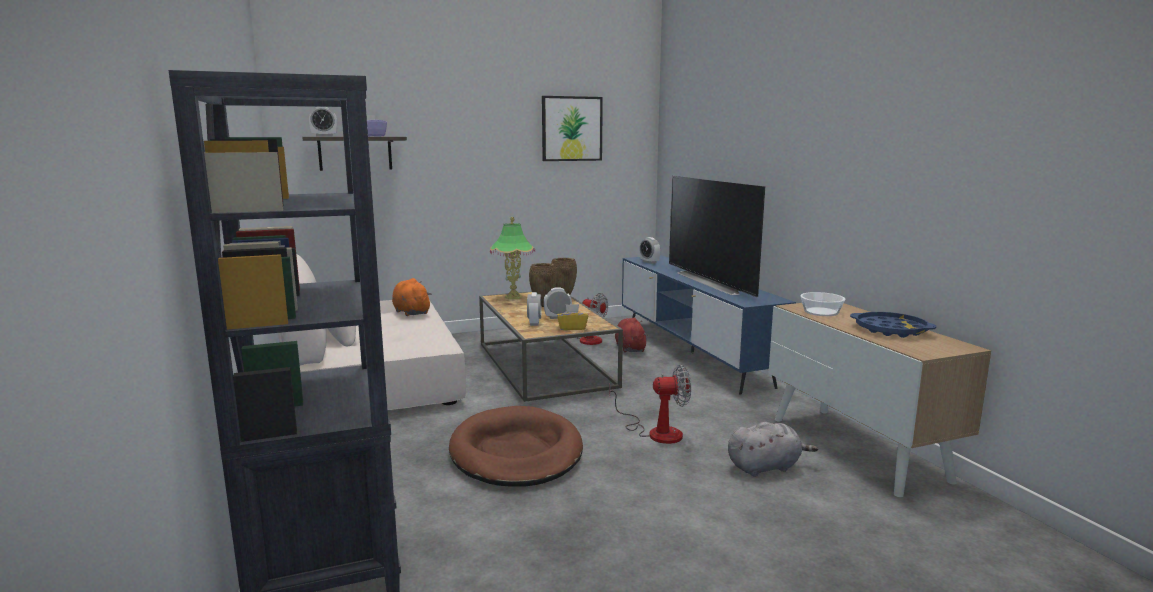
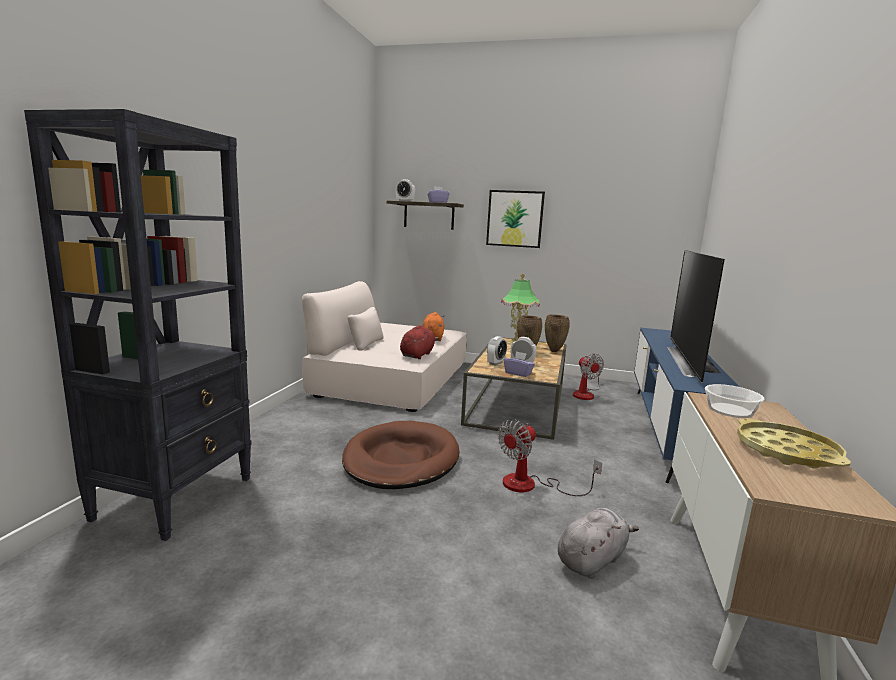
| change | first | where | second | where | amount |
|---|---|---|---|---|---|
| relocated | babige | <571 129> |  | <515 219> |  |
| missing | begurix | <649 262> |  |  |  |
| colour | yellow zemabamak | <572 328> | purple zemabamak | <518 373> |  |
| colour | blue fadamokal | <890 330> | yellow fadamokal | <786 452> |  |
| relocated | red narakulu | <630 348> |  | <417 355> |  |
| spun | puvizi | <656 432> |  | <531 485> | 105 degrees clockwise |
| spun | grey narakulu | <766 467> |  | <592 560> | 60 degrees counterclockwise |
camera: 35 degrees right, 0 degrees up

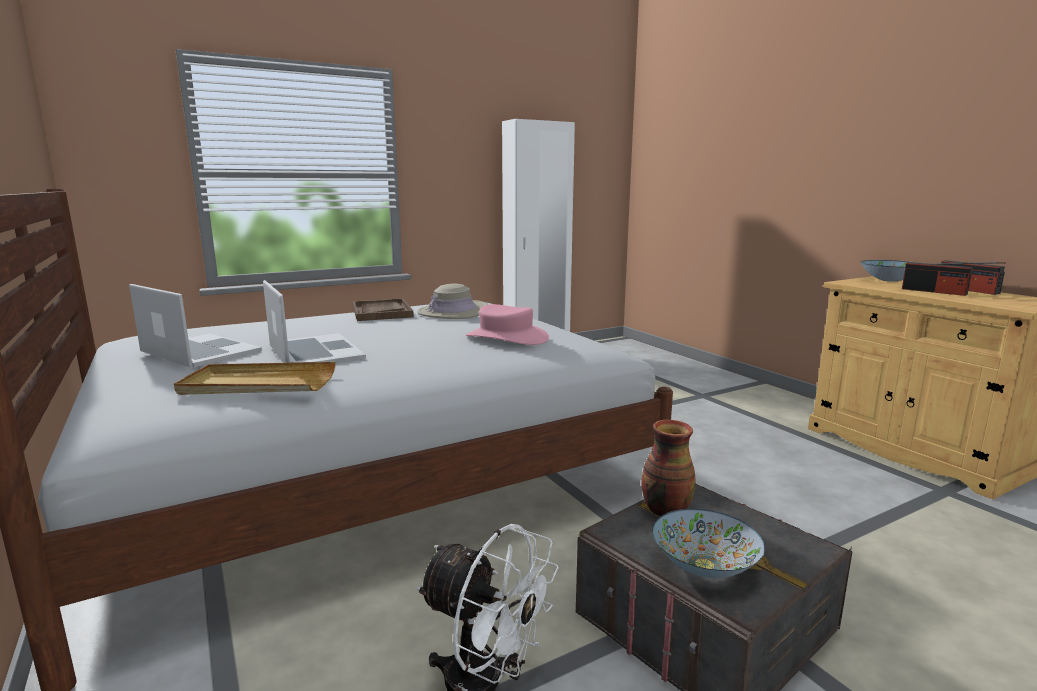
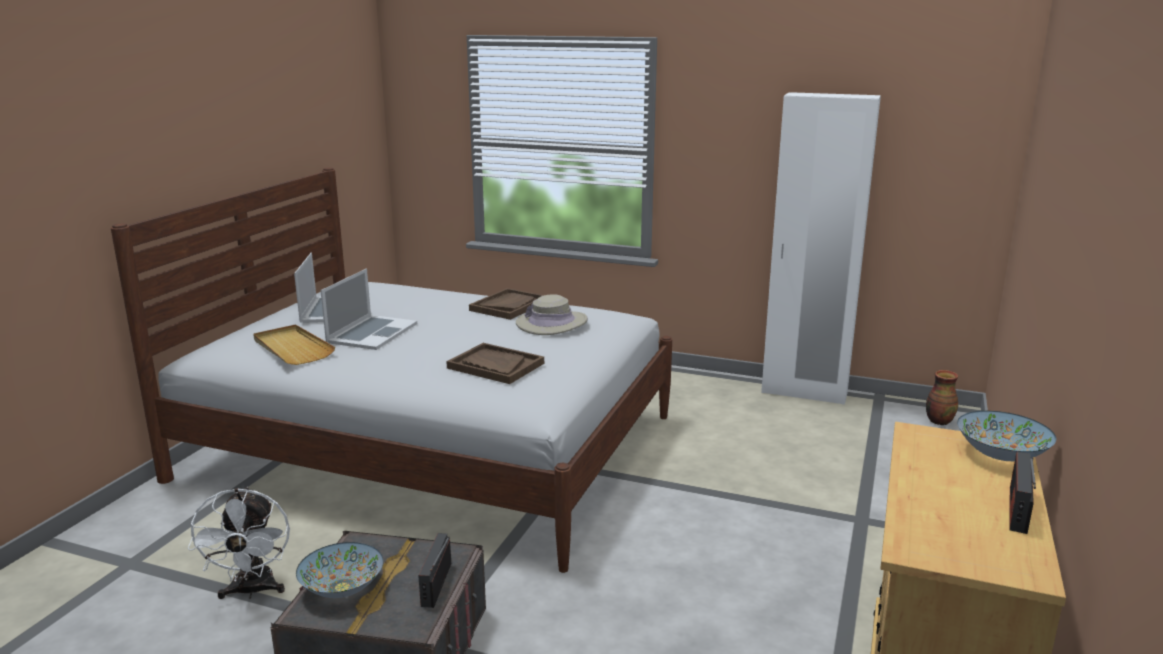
| change | first | where | second | where | amount |
|---|---|---|---|---|---|
| relocated | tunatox | <934 291> |  | <436 584> |  |
| exchanged | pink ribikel | <506 338> | brown fadamokal | <495 366> |  |
| relocated | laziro | <664 510> |  | <938 421> |  |
camera: 50 degrees right, 5 degrees up

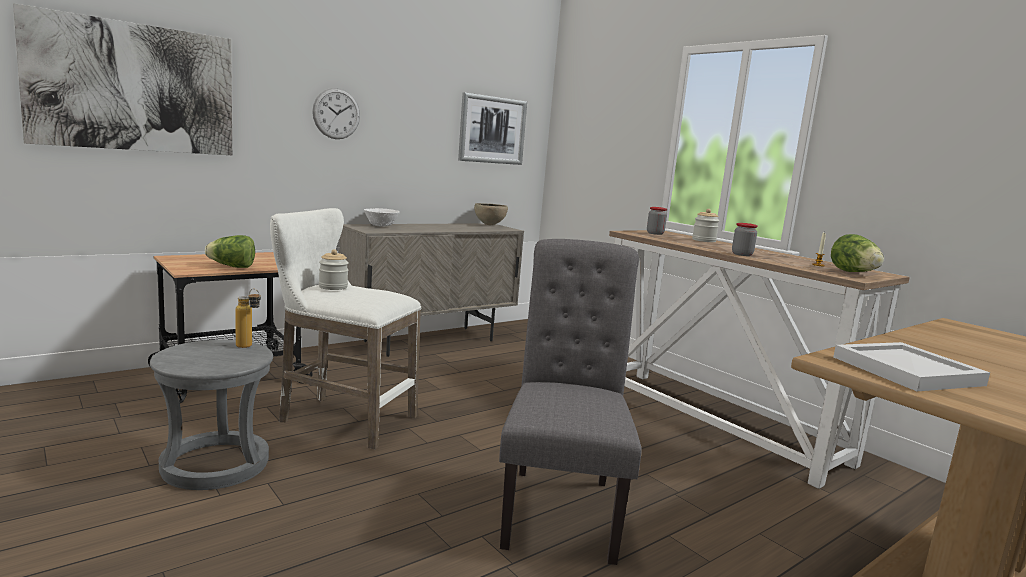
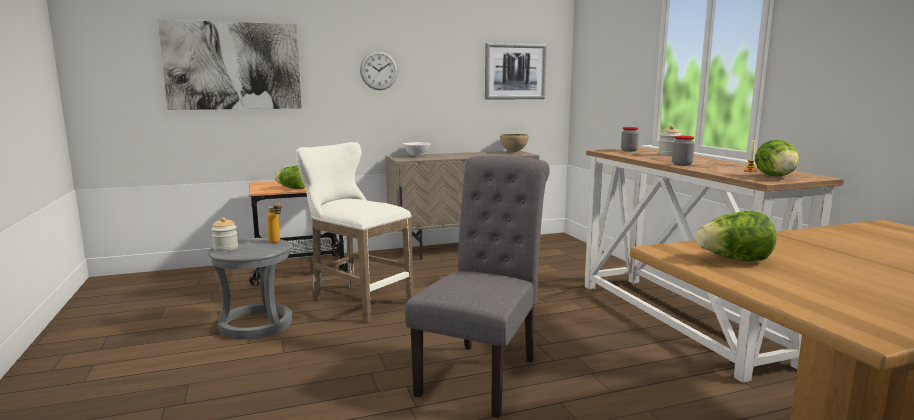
| change | first | where | second | where | amount |
|---|---|---|---|---|---|
| relocated | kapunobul | <333 287> |  | <225 248> |  |
| exchanged | white fadamokal | <909 371> | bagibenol | <734 260> |  |
camera: 20 degrees right, 0 degrees up

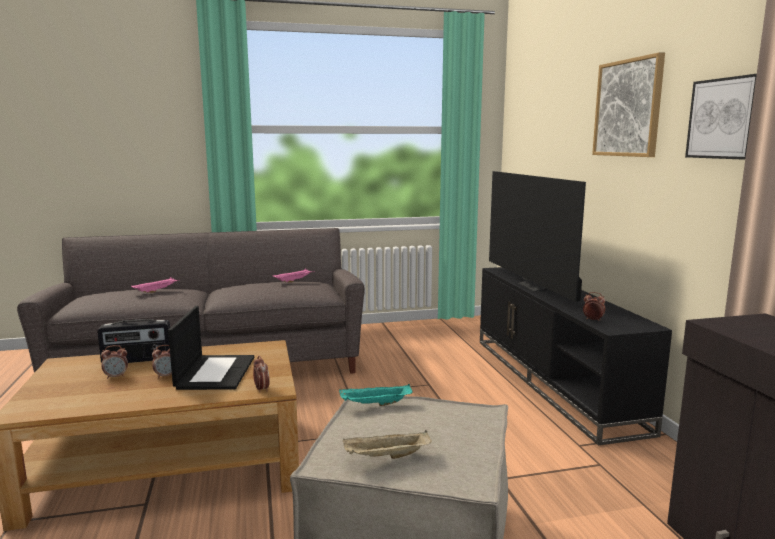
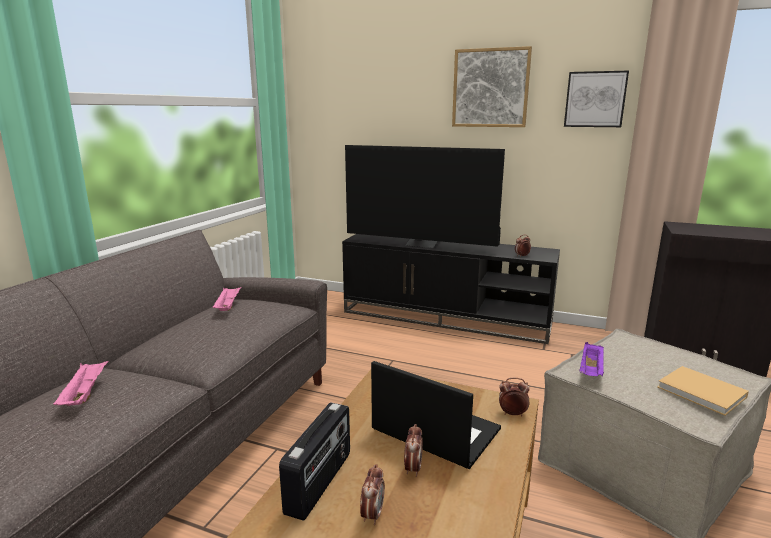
| change | first | where | second | where | amount |
|---|---|---|---|---|---|
| colour | turquoise fadamokal | <375 404> | purple fadamokal | <591 370> |  |
| exchanged | beige fadamokal | <386 457> | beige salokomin | <703 393> |  |
camera: 55 degrees left, 5 degrees up

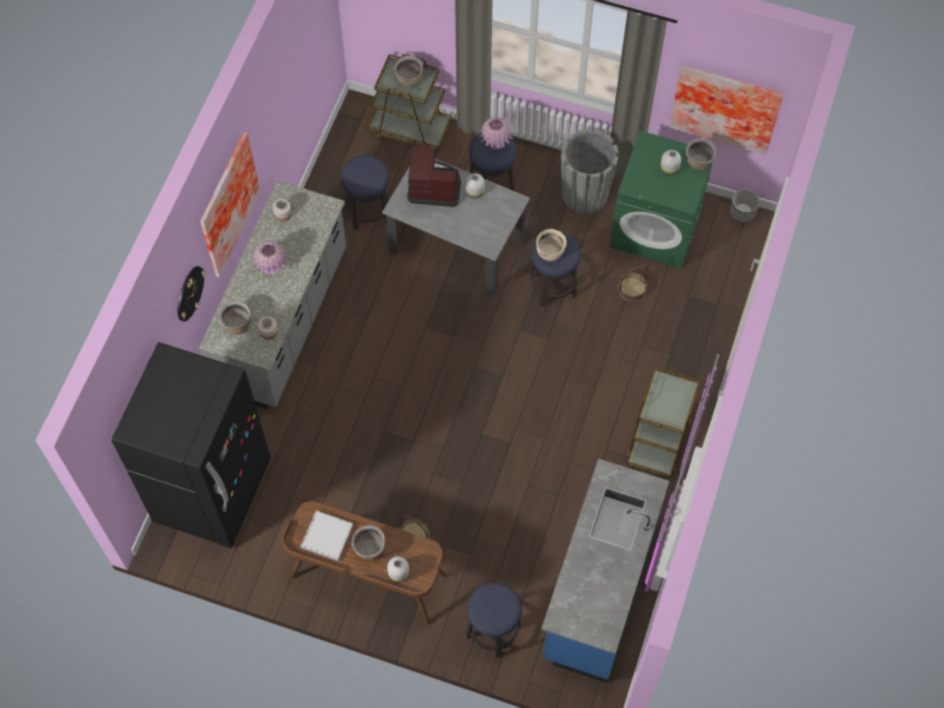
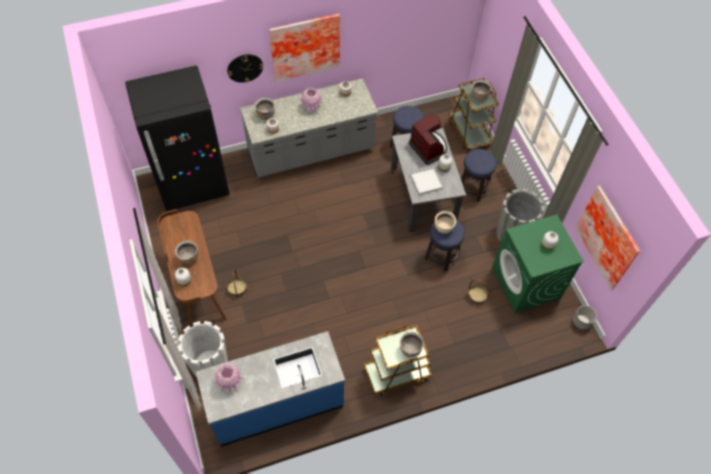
| change | first | where | second | where | amount |
|---|---|---|---|---|---|
| relocated | pink laziro | <495 142> |  | <229 381> |  |
| relocated | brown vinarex | <698 162> |  | <410 349> |  |
| relocated | white fadamokal | <327 536> |  | <426 182> |  |
| exchanged | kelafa | <493 631> | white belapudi | <210 364> |  |
camera: 50 degrees right, 5 degrees down

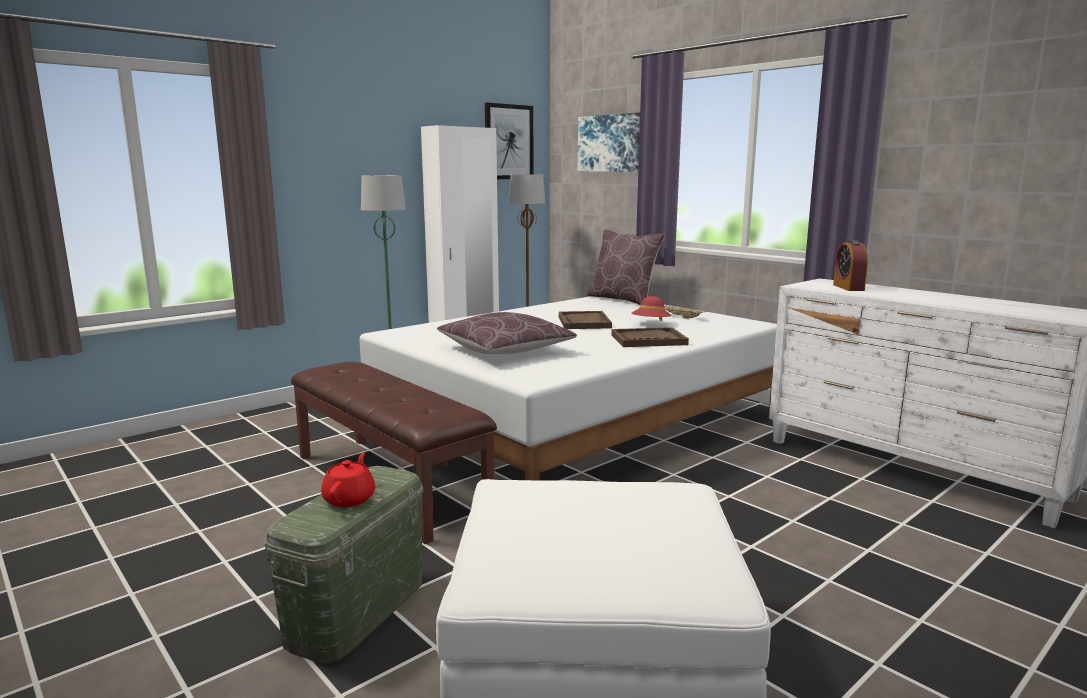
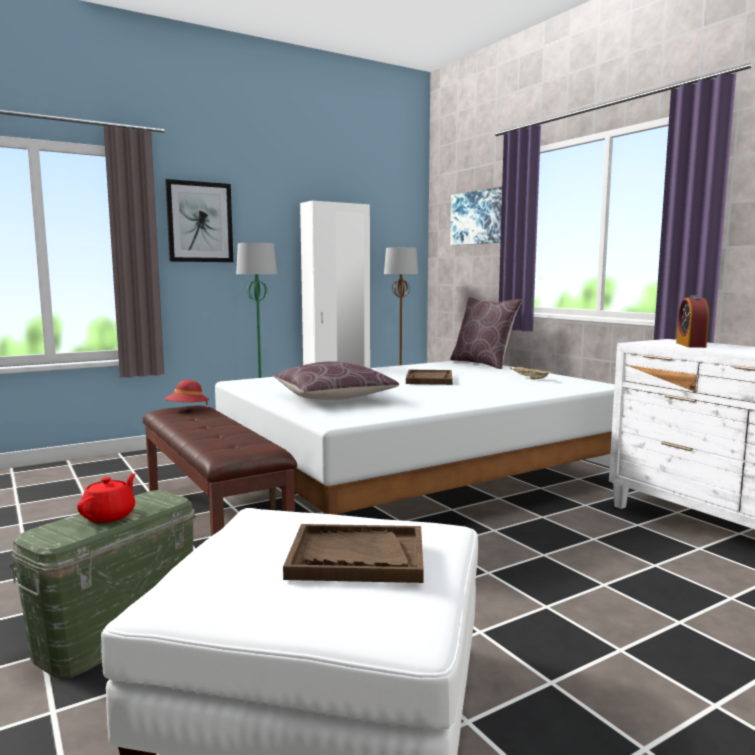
| change | first | where | second | where | amount |
|---|---|---|---|---|---|
| relocated | babige | <508 142> |  | <199 222> |  |
| relocated | red ribikel | <651 324> |  | <187 409> |  |
| relocated | brown fadamokal | <648 340> |  | <356 557> |  |
camera: 10 degrees right, 5 degrees down

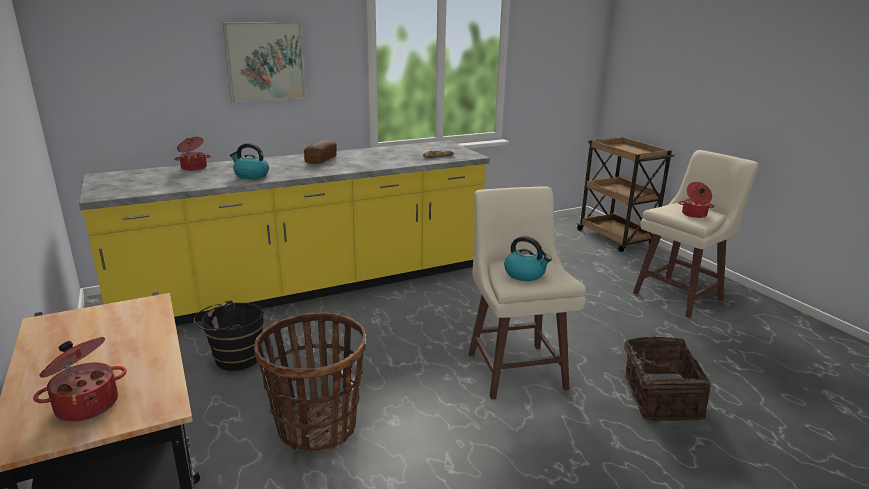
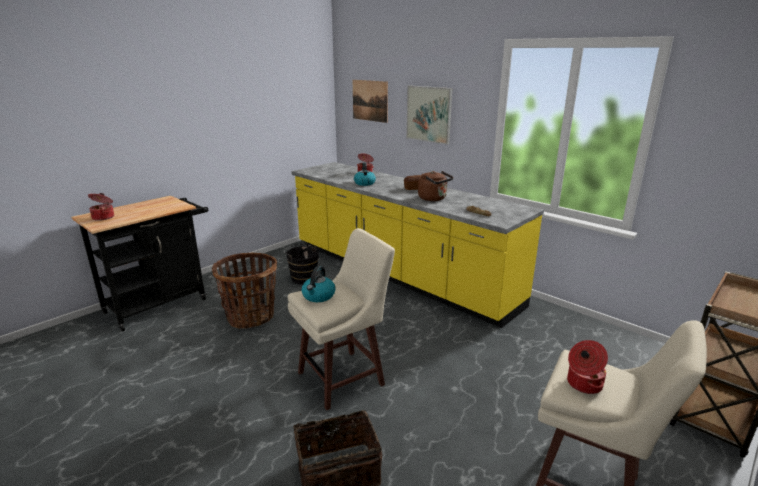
| change | first | where | second | where | amount |
|---|---|---|---|---|---|
| appeared |  |  | babige | <370 100> |  |
| appeared |  |  | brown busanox | <434 199> |  |
camera: 70 degrees right, 0 degrees up

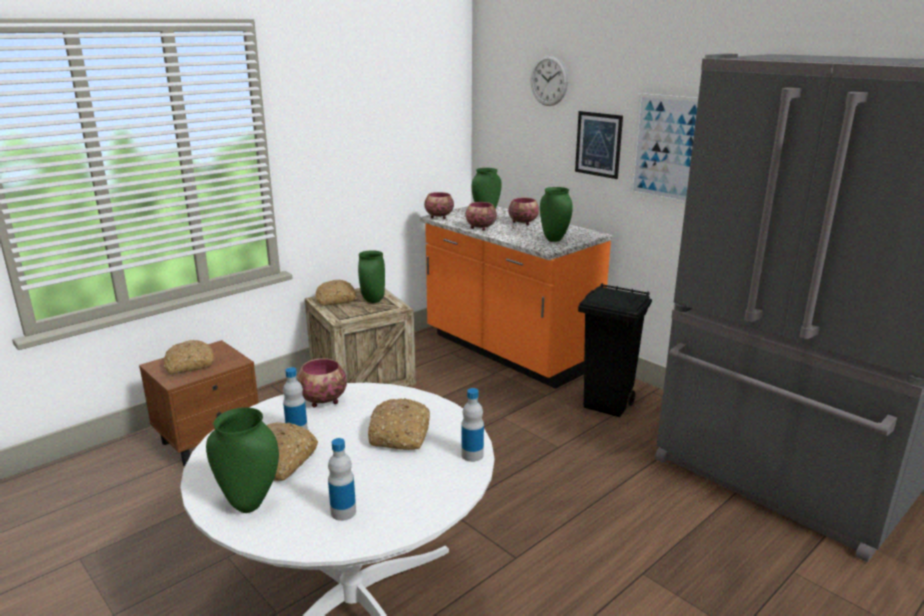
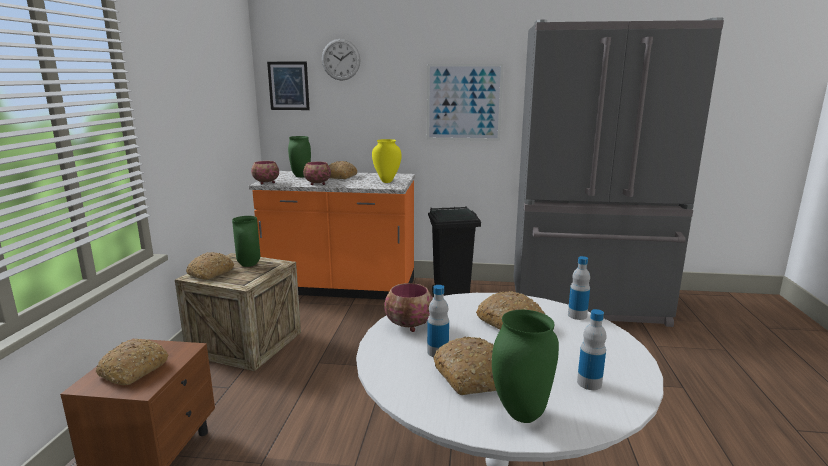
| change | first | where | second | where | amount |
|---|---|---|---|---|---|
| relocated | babige | <598 144> |  | <288 86> |  |
| colour | green laziro | <554 240> | yellow laziro | <387 181> |  |
| exchanged | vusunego | <523 223> | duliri | <341 176> |  |
camera: 40 degrees left, 5 degrees down

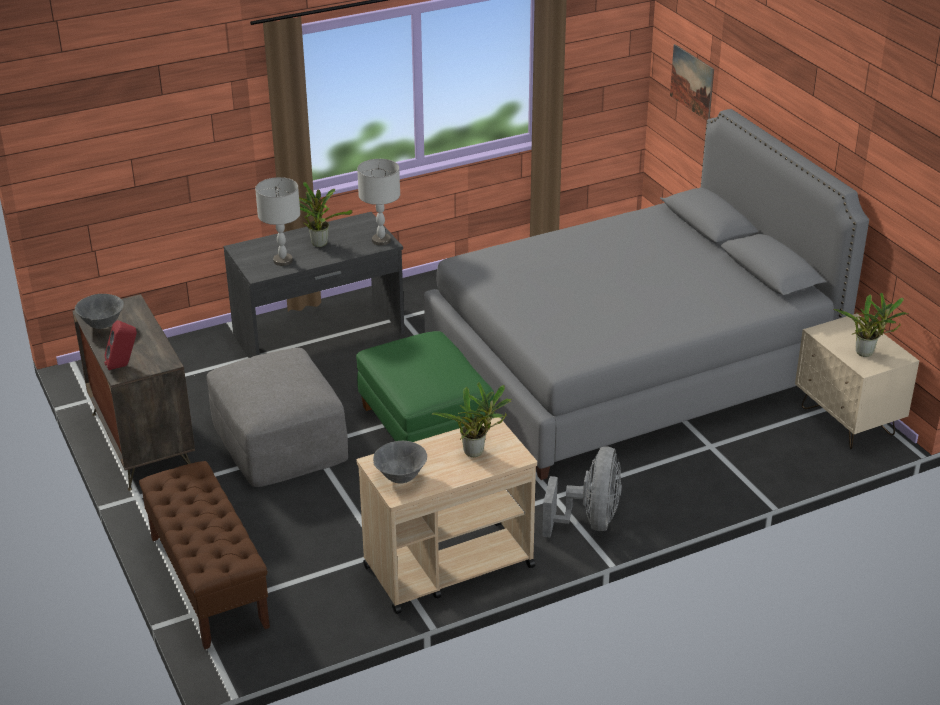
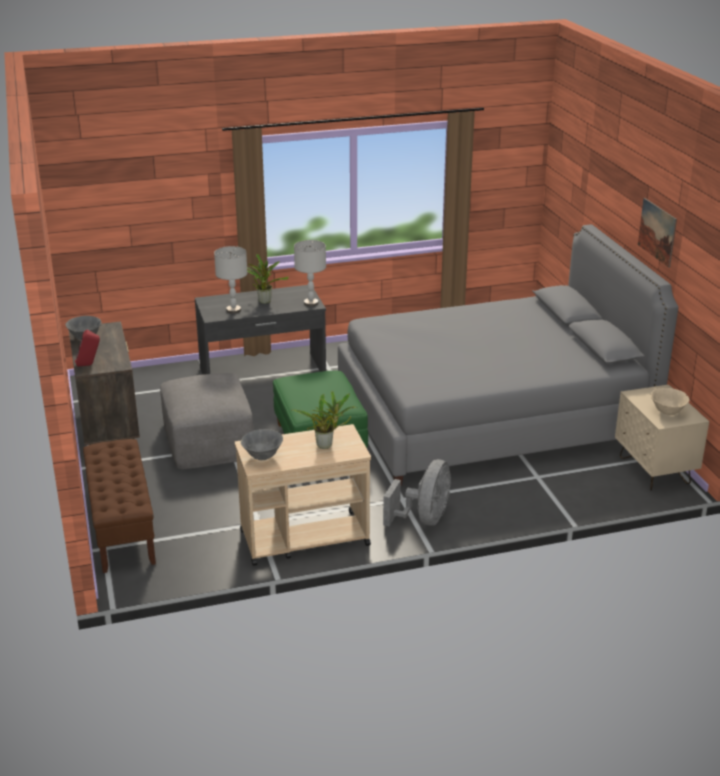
| change | first | where | second | where | amount |
|---|---|---|---|---|---|
| relocated | babige | <692 82> |  | <657 232> |  |
| exchanged | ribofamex | <867 353> | beige vusunego | <667 412> |  |
camera: 10 degrees right, 5 degrees down

